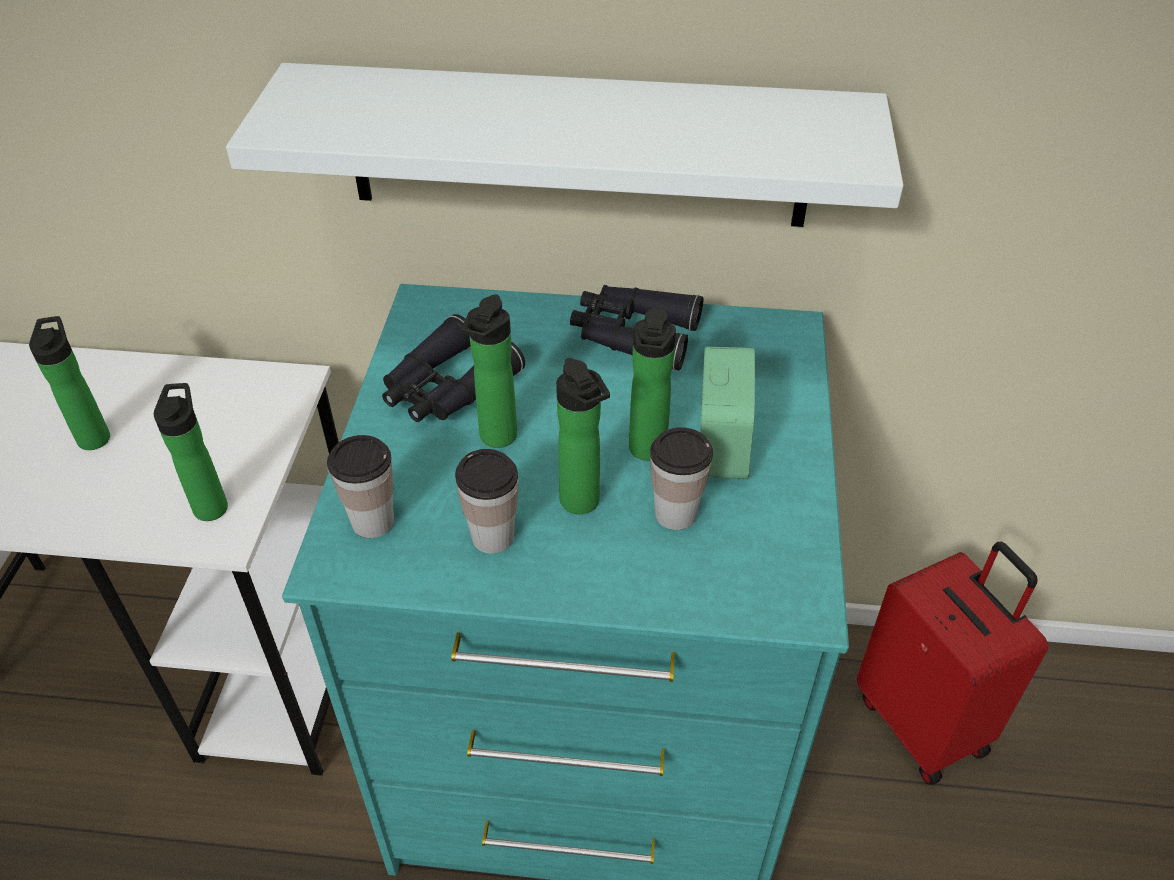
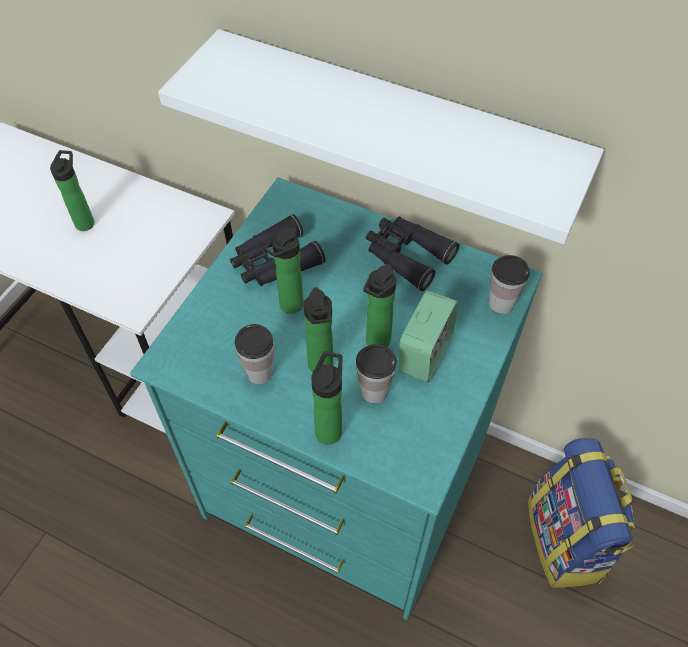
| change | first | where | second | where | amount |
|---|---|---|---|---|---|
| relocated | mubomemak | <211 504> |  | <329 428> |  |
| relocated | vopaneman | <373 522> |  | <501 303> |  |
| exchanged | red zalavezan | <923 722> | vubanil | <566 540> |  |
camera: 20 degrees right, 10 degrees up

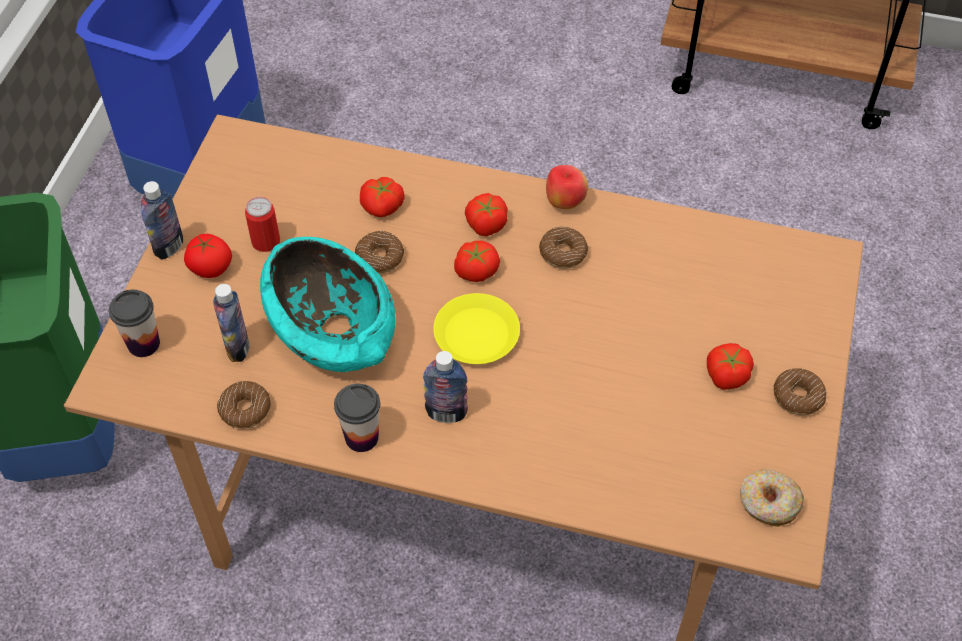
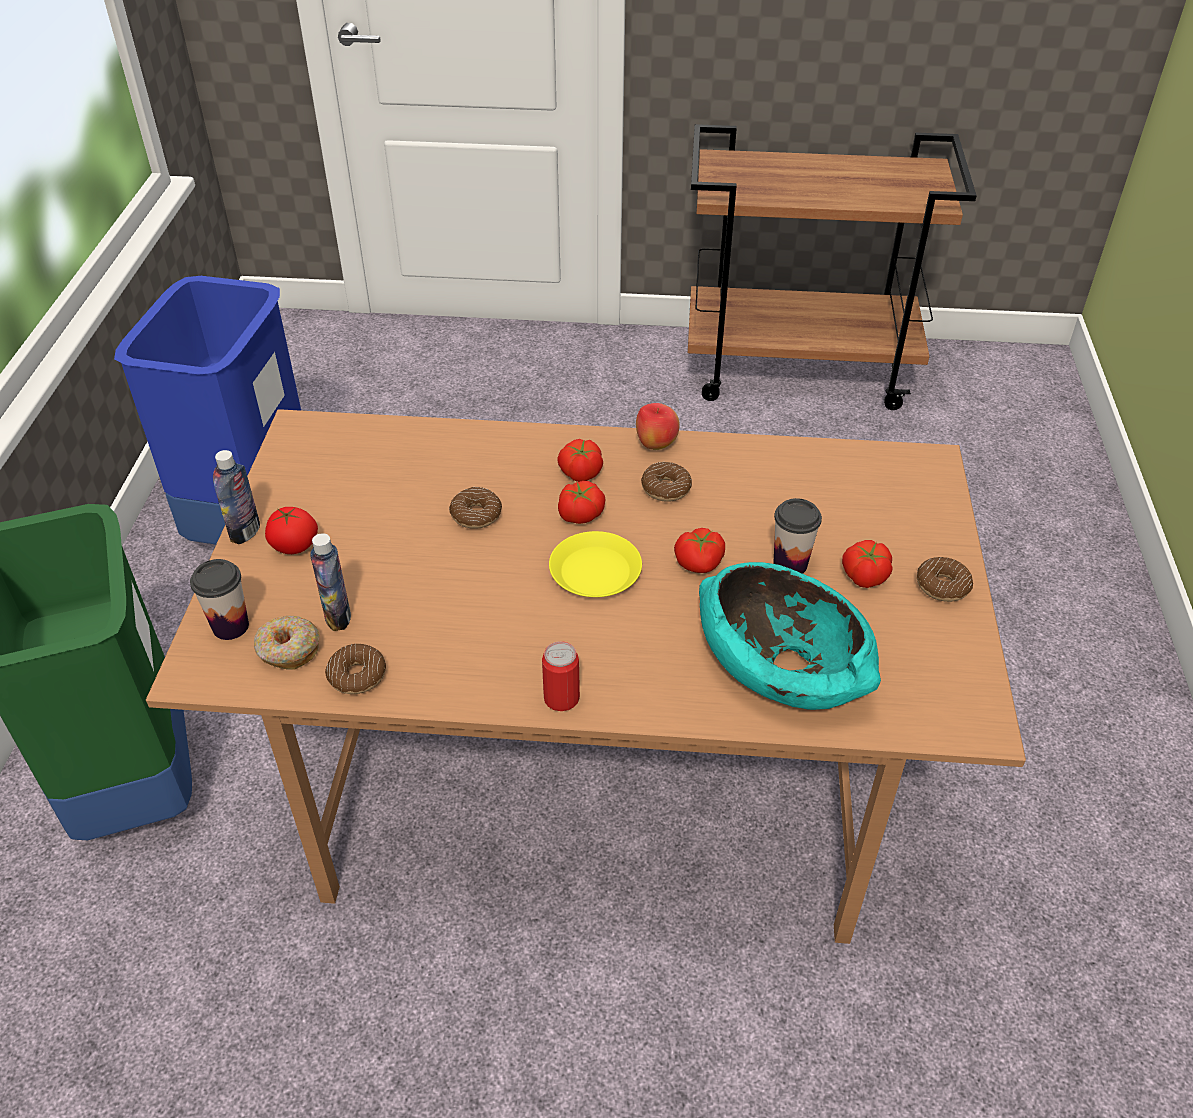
| change | first | where | second | where | amount |
|---|---|---|---|---|---|
| relocated | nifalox | <382 207> |  | <699 563> |  |
| relocated | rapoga | <266 241> |  | <561 698> |  |
| relocated | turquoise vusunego | <332 327> |  | <782 665> |  |
| missing | mubomemak | <446 413> |  |  |  |
| relocated | vopaneman | <361 437> |  | <790 564> |  |
| relocated | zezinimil | <768 503> |  | <288 650> |  |
camera: 10 degrees left, 10 degrees down

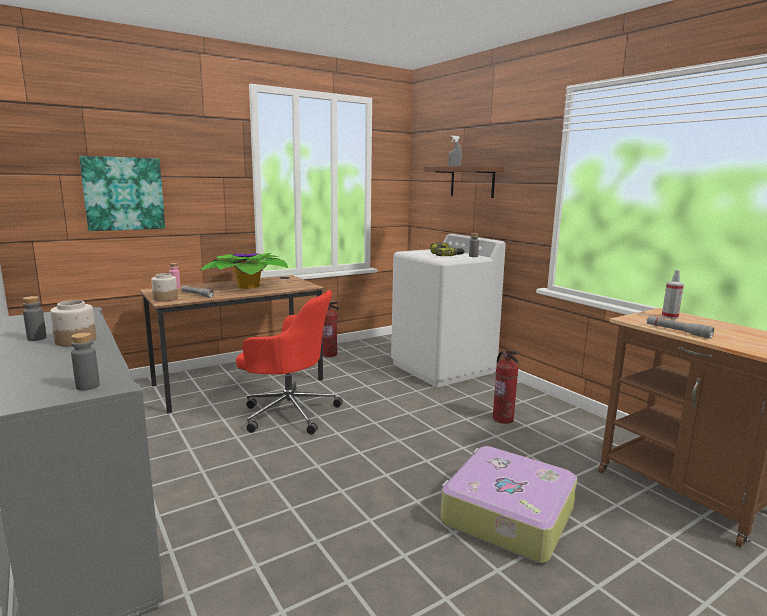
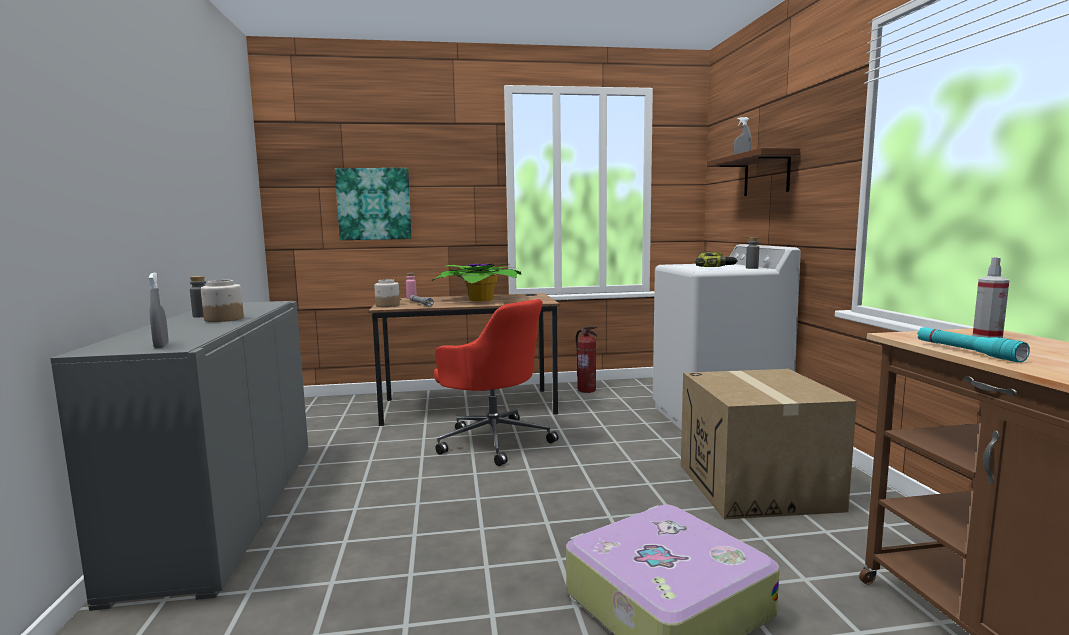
| change | first | where | second | where | amount |
|---|---|---|---|---|---|
| colour | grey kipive | <677 331> | turquoise kipive | <967 351> |  |
| exchanged | grey mubomemak | <88 386> | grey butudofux | <161 346> |  |
| exchanged | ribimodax | <503 419> | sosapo | <757 487> |  |
camera: 25 degrees right, 5 degrees down

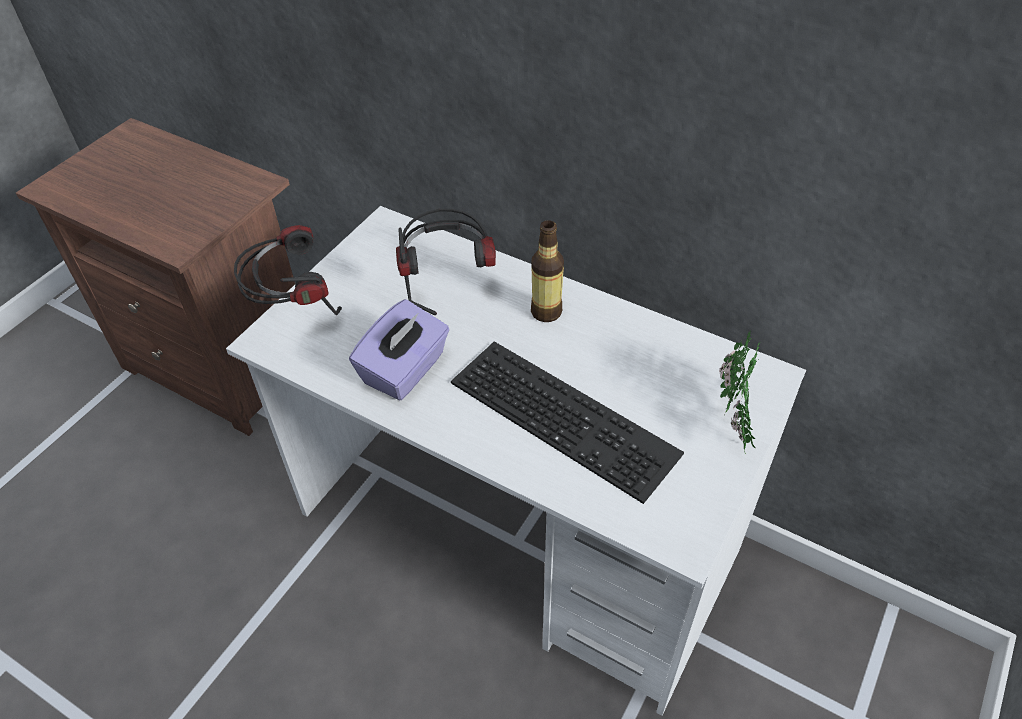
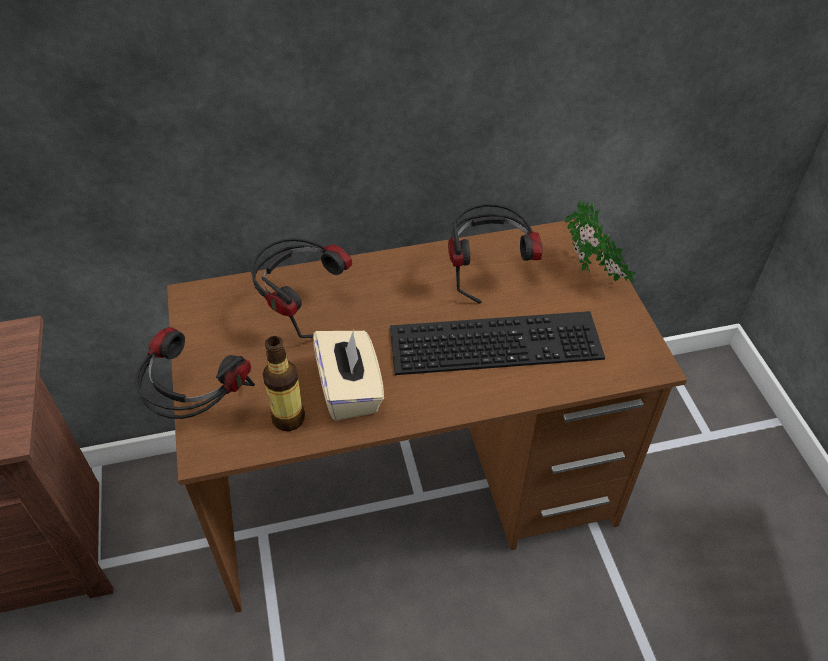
| change | first | where | second | where | amount |
|---|---|---|---|---|---|
| colour | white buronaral | <516 533> | brown buronaral | <413 491> |  |
| relocated | mubomemak | <546 312> |  | <288 418> |  |
| colour | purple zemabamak | <405 370> | beige zemabamak | <350 390> |  |
| appeared |  |  | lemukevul | <488 273> |  |
camera: 45 degrees left, 0 degrees up

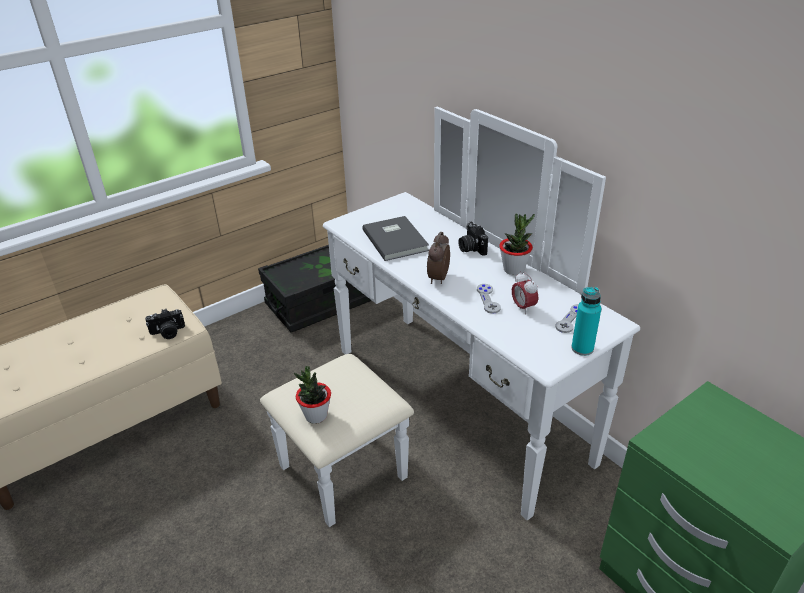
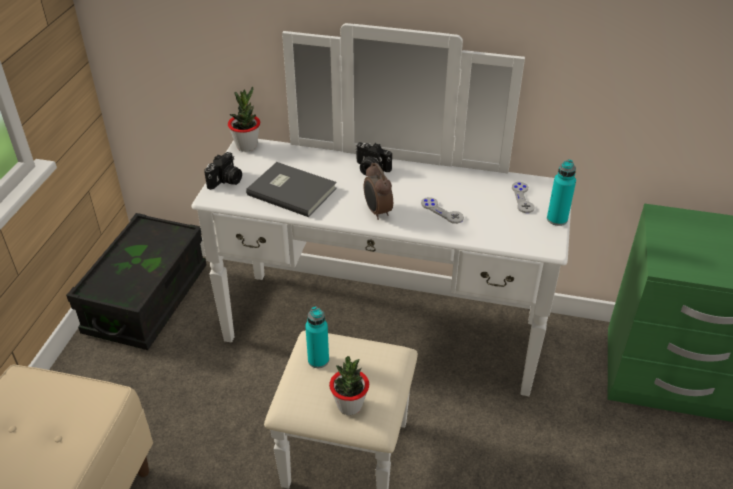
| change | first | where | second | where | amount |
|---|---|---|---|---|---|
| relocated | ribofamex | <514 269> |  | <246 146> |  |
| missing | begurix | <523 307> |  |  |  |
| relocated | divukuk | <168 333> |  | <226 181> |  |
| appeared |  |  | turquoise mubomemak | <318 360> |  |
camera: 40 degrees left, 5 degrees up

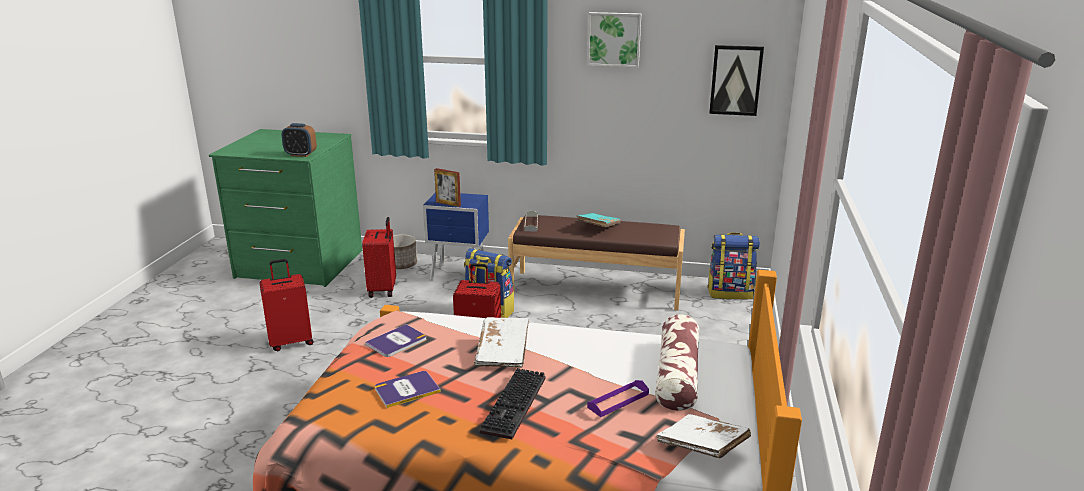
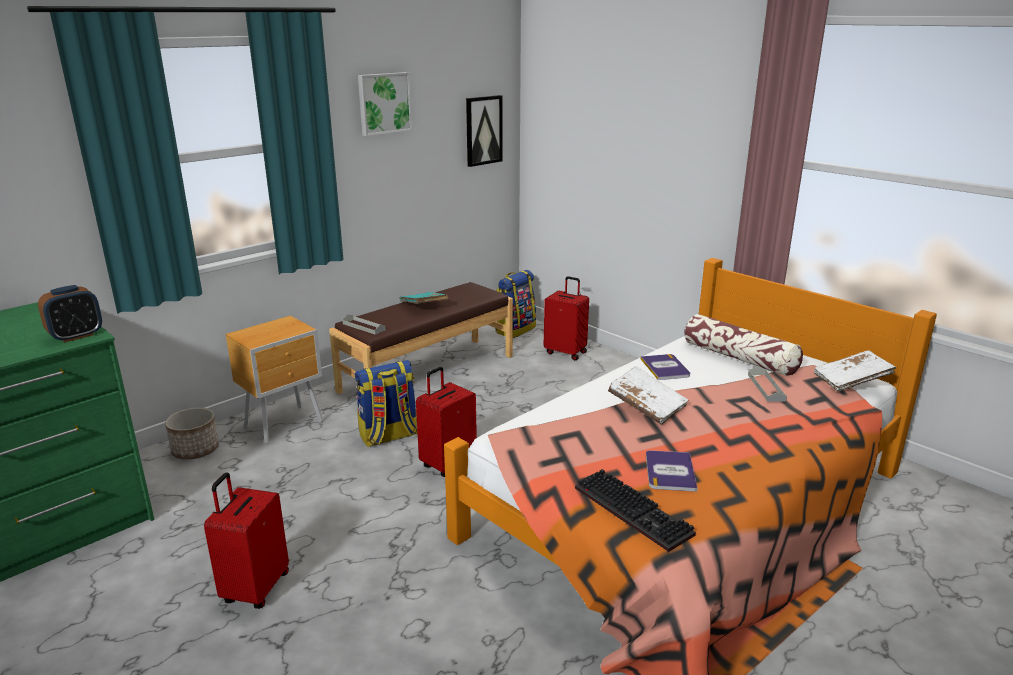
| change | first | where | second | where | amount |
|---|---|---|---|---|---|
| missing | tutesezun | <448 204> |  |  |  |
| colour | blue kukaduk | <460 275> | brown kukaduk | <286 424> |  |
| relocated | red zalavezan | <383 290> |  | <566 352> |  |
| relocated | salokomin | <396 341> |  | <665 368> |  |
| relocated | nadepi | <515 406> |  | <635 511> |  |
| colour | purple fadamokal | <618 401> | grey fadamokal | <766 387> |  |
camera: 55 degrees left, 0 degrees up

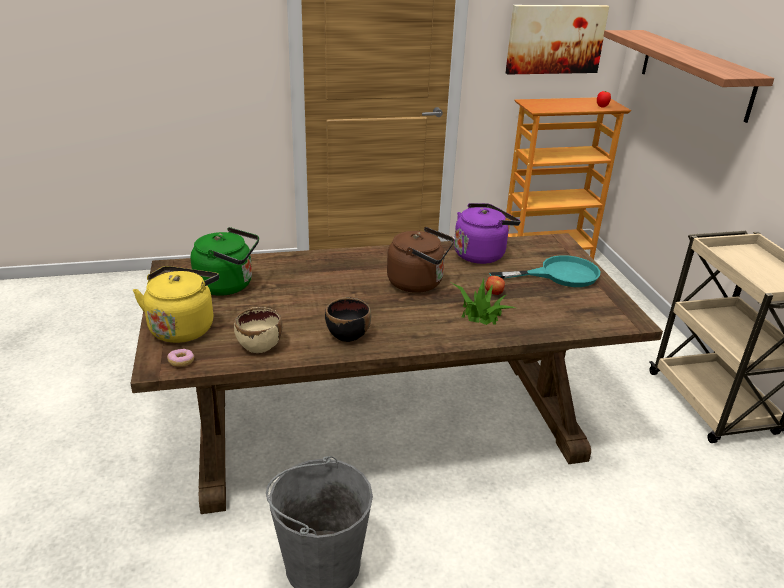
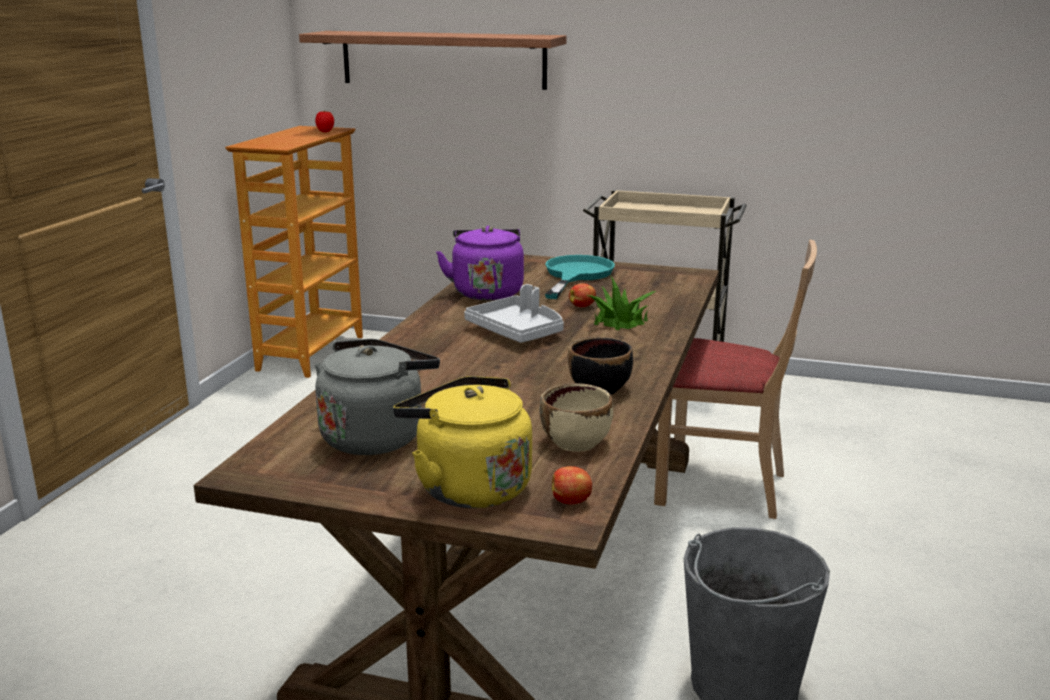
| change | first | where | second | where | amount |
|---|---|---|---|---|---|
| missing | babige | <555 39> |  |  |  |
| colour | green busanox | <228 285> | grey busanox | <376 436> |  |
| exchanged | brown busanox | <418 283> | grey fadamokal | <517 332> |  |
| exchanged | zezinimil | <181 362> | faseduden | <571 501> |  |
| appeared |  |  | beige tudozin | <720 487> |  |
camera: 60 degrees left, 10 degrees down

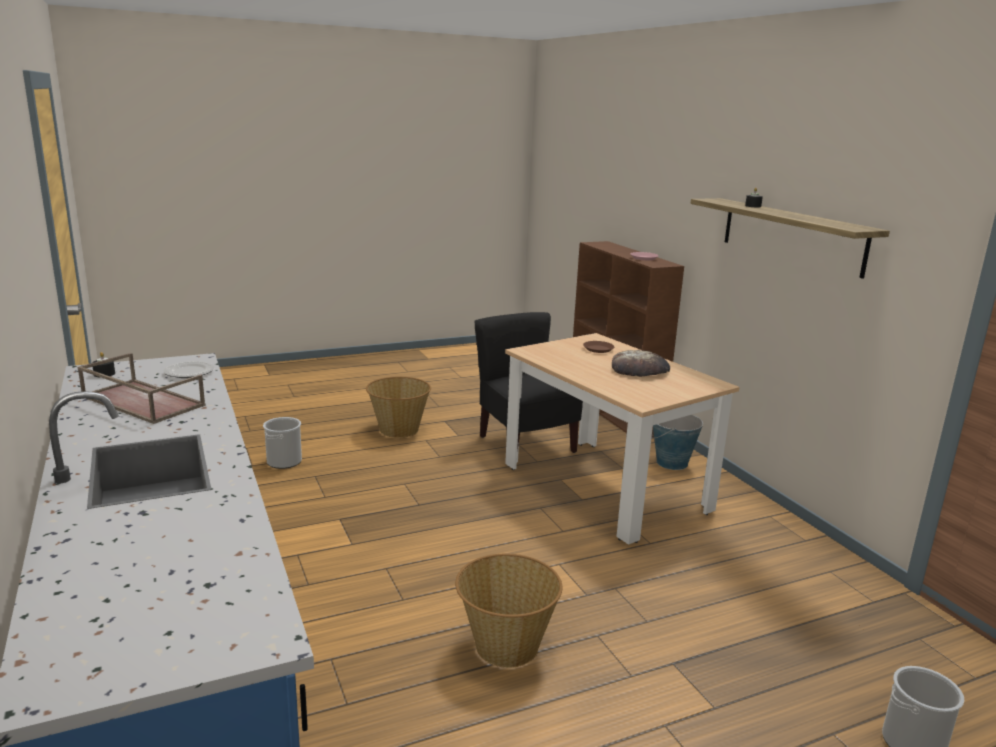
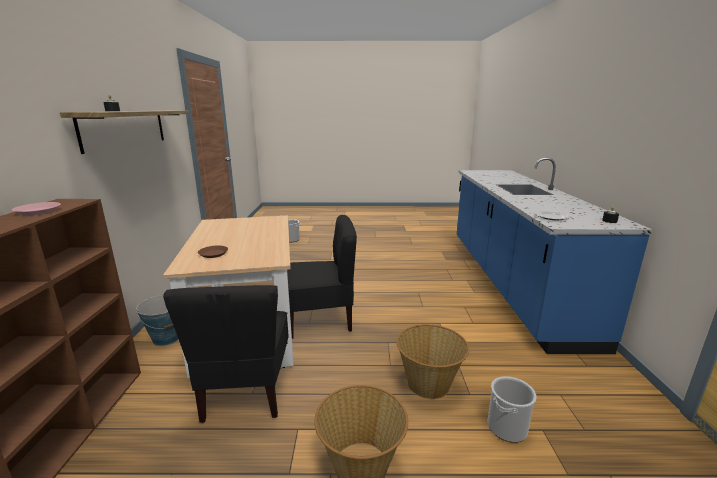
| change | first | where | second | where | amount |
|---|---|---|---|---|---|
| missing | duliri | <640 369> |  |  |  |
| missing | brown fadamokal | <141 401> |  |  |  |
| relocated | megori | <505 645> |  | <429 384> |  |
| appeared |  |  | black tudozin | <320 320> |  |
camera: 155 degrees left, 0 degrees up

